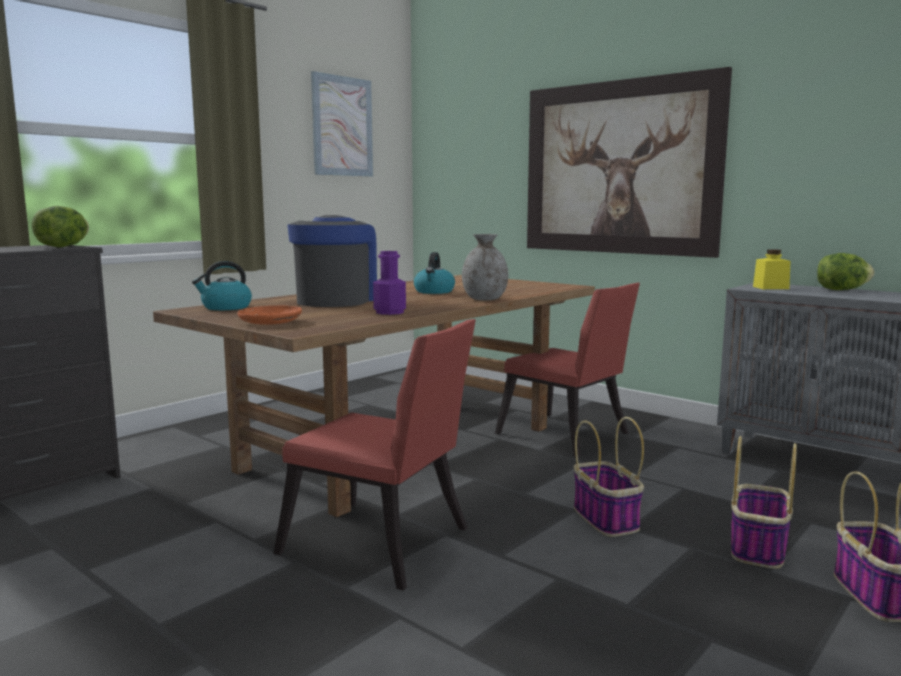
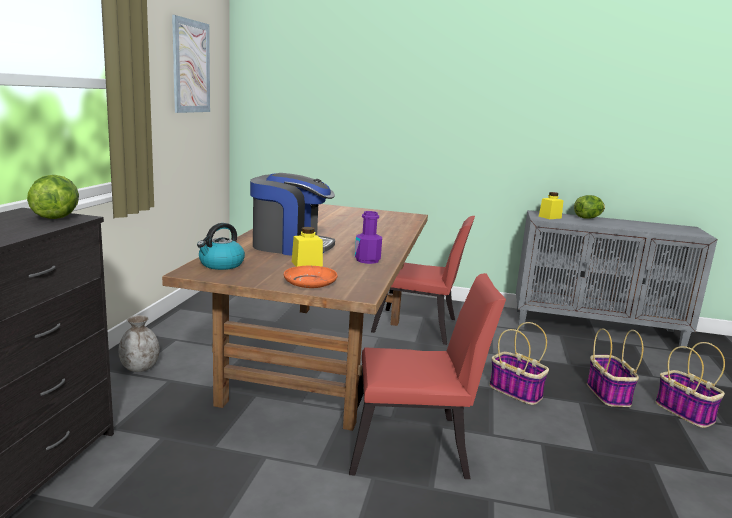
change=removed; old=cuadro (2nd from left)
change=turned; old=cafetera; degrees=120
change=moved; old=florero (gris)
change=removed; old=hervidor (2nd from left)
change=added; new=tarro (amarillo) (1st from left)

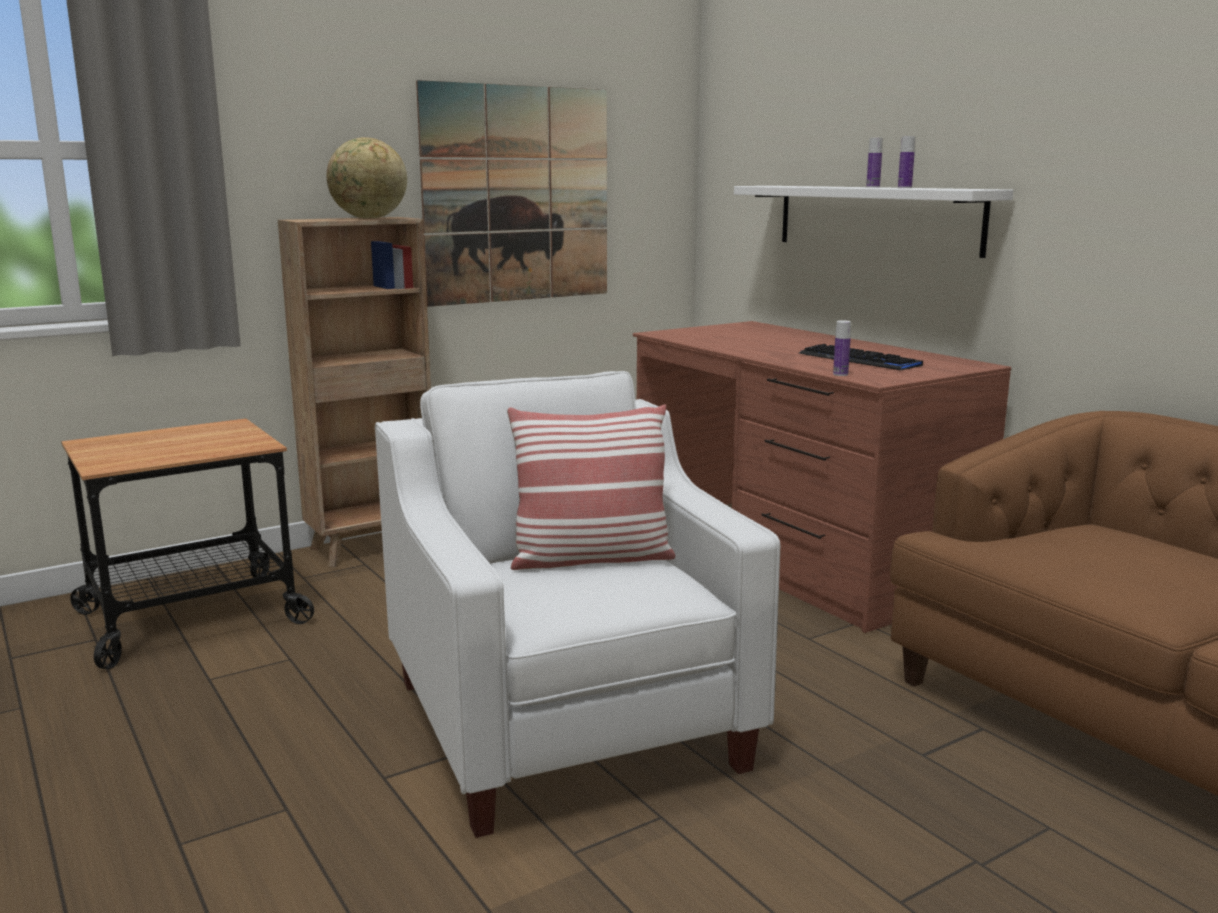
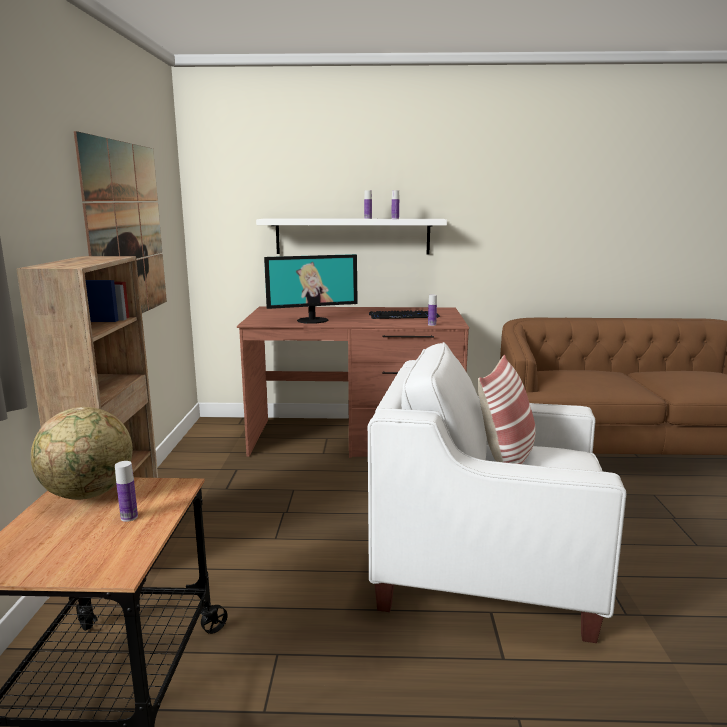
change=moved; old=globo terráqueo
change=added; new=monitor
change=added; new=botella (1st from left)

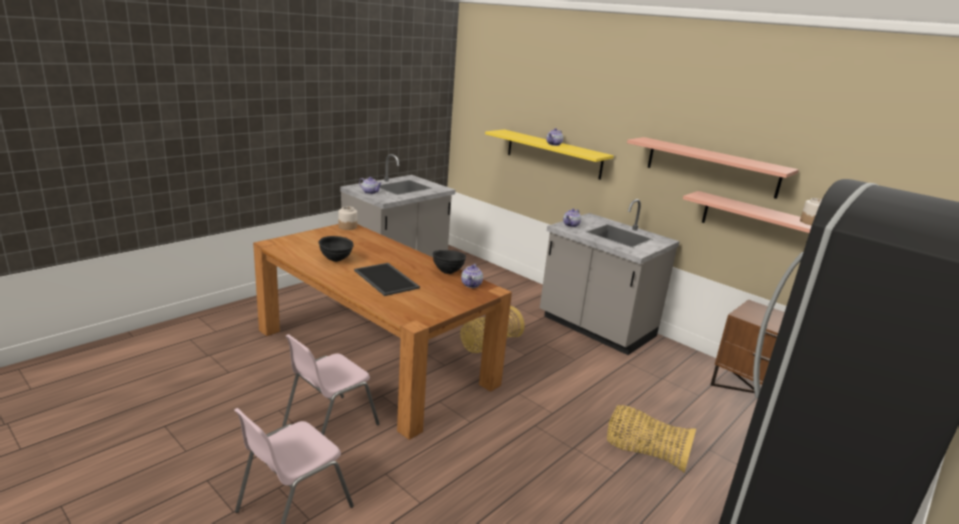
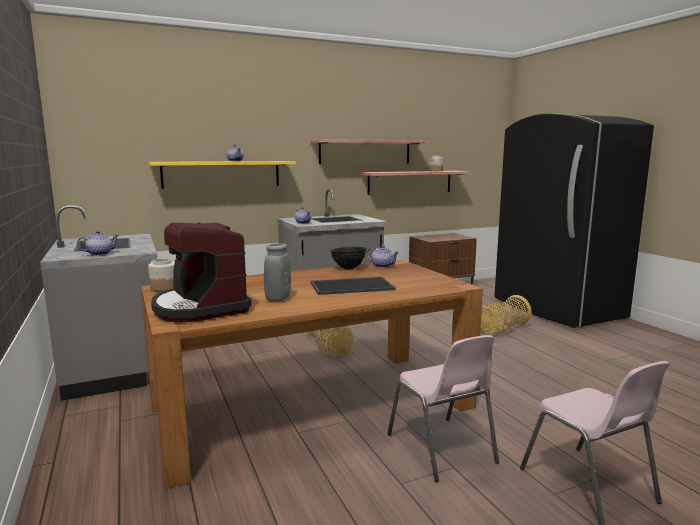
change=replaced; old=cuenco (negro) (1st from left); new=florero (gris)
change=added; new=cafetera

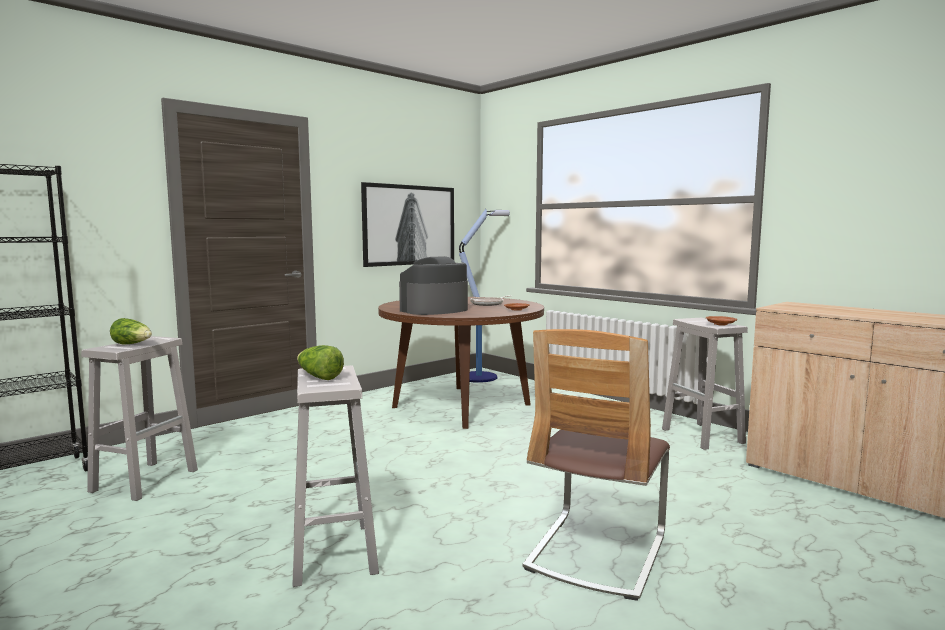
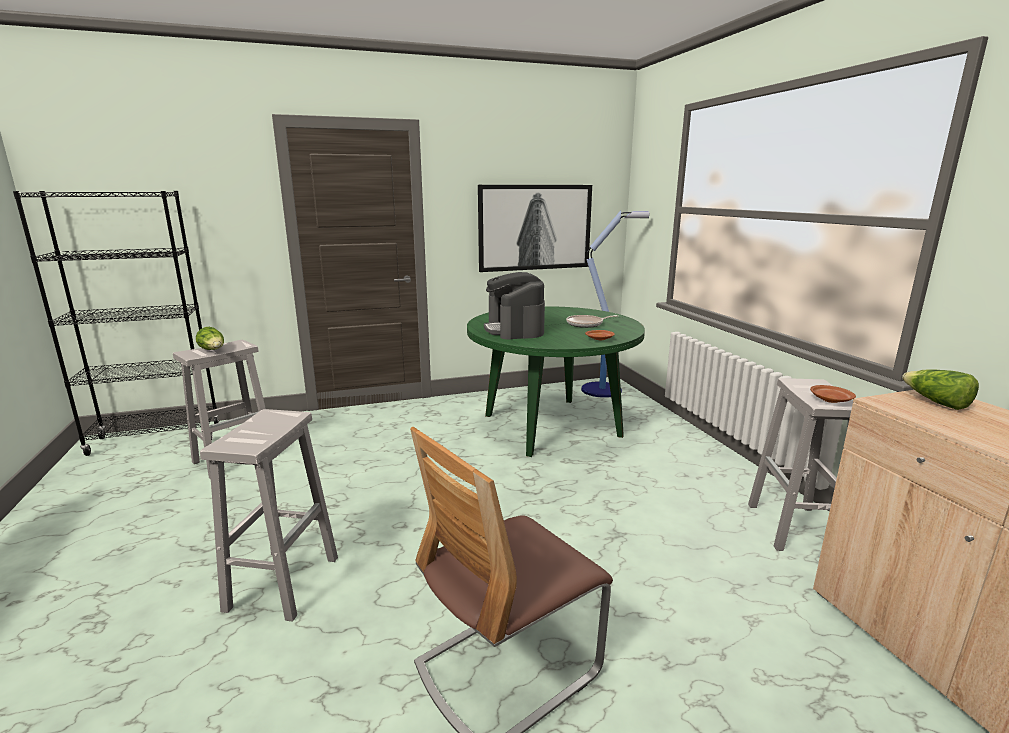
change=turned; old=cafetera; degrees=-90
change=recoloured; old=mesa de comedor (marrón); new=mesa de comedor (verde)
change=moved; old=lechuga (2nd from left)

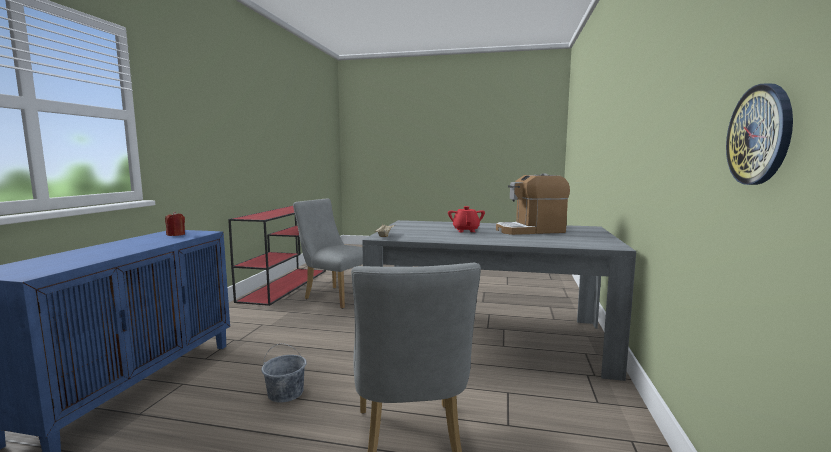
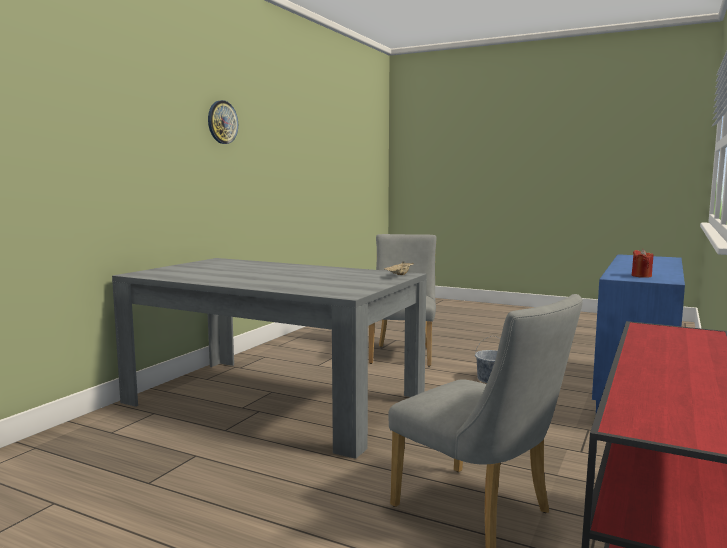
change=moved; old=reloj de pared
change=removed; old=cafetera
change=removed; old=tetera (rojo)

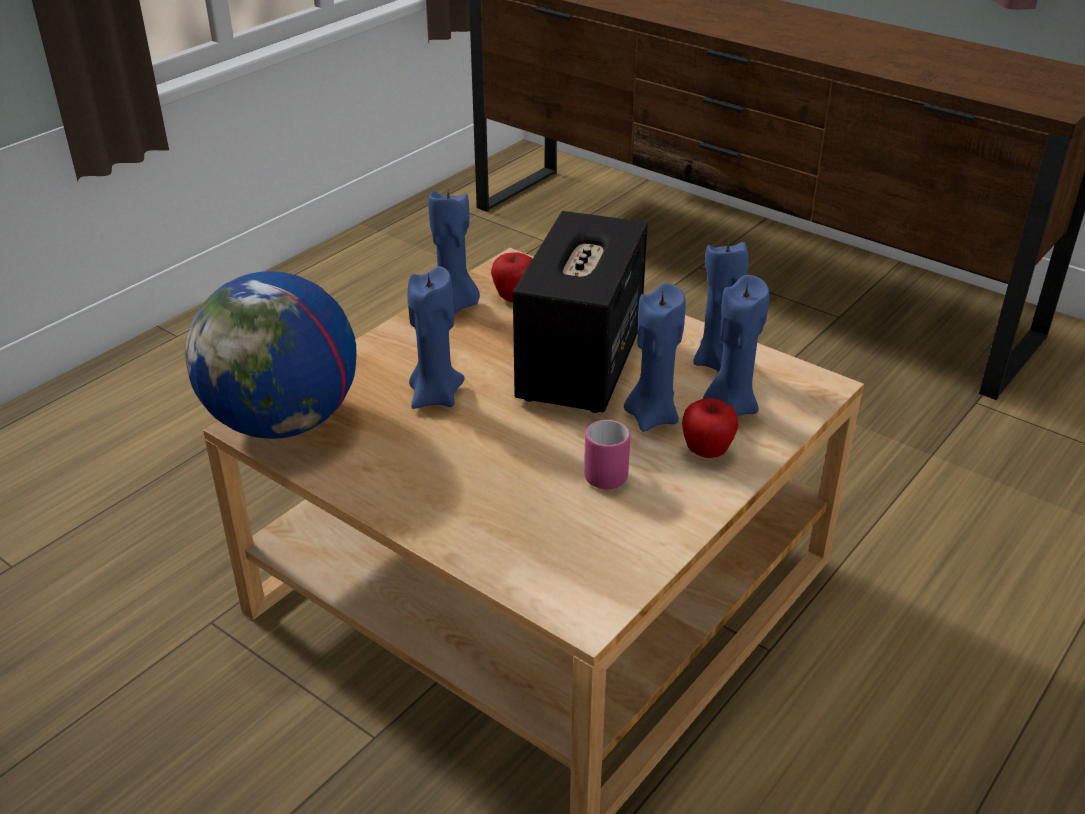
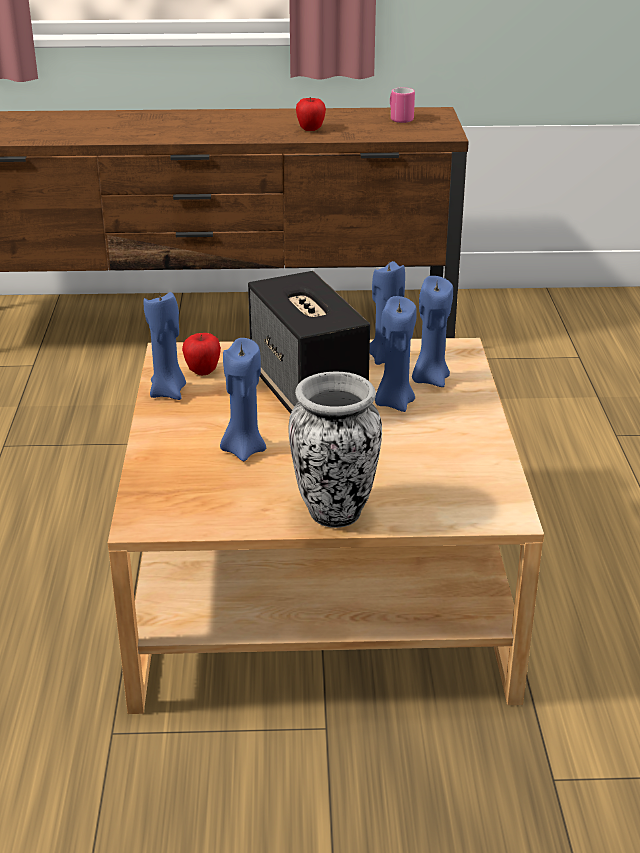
change=removed; old=globo terráqueo
change=moved; old=manzana (2nd from left)
change=moved; old=taza grande (rosa)
change=added; new=florero

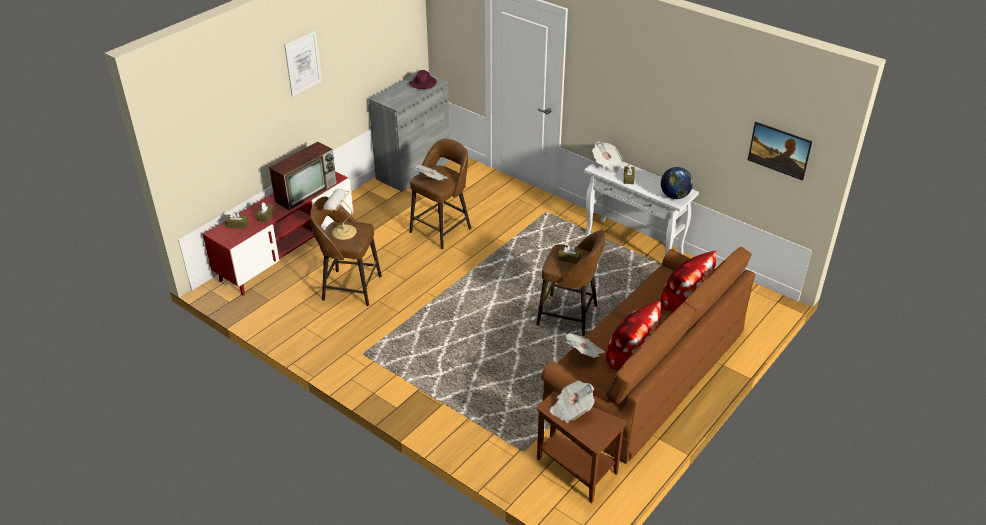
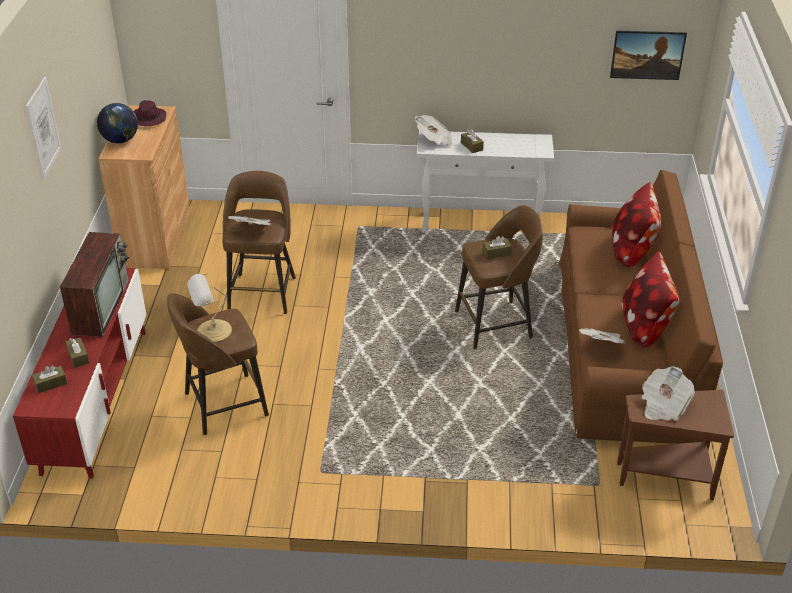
change=recoloured; old=armario (gris); new=armario (marrón)
change=moved; old=globo terráqueo

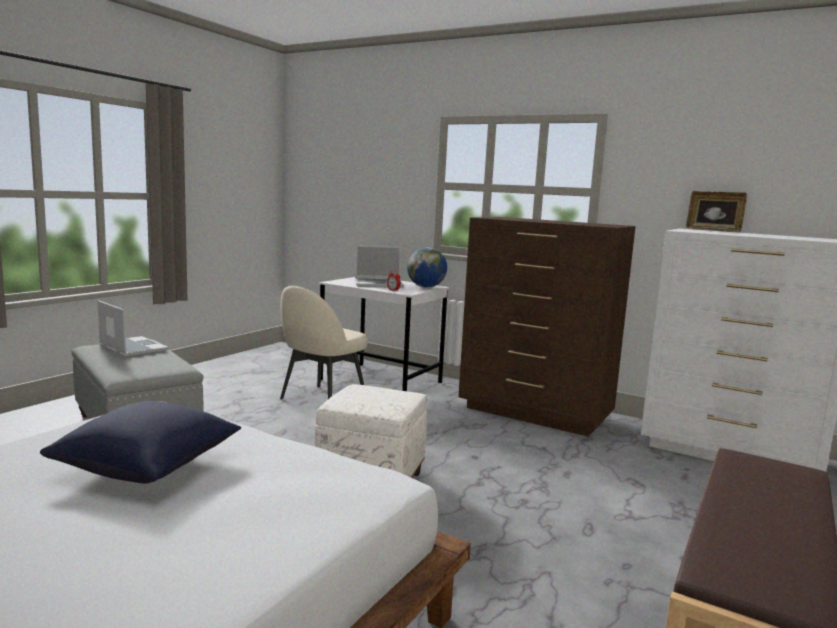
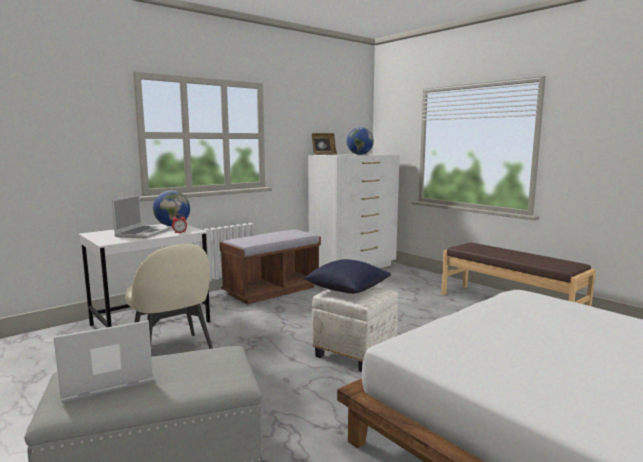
change=replaced; old=cómoda (marrón); new=banco (marrón) (1st from left)
change=moved; old=cojín (azul)
change=added; new=globo terráqueo (2nd from left)

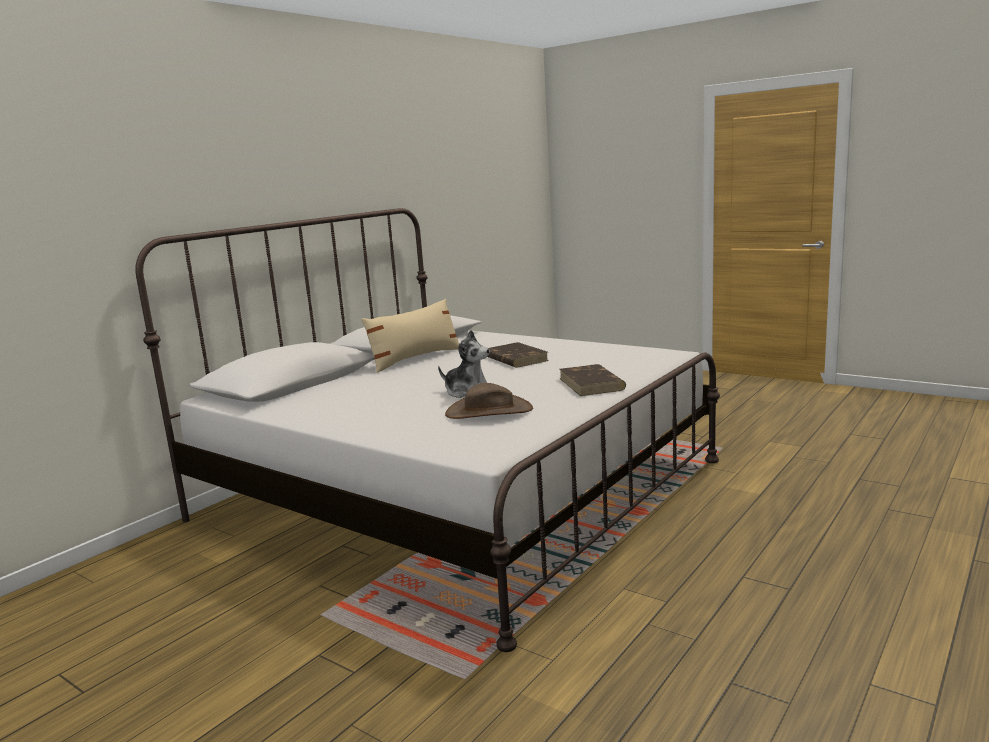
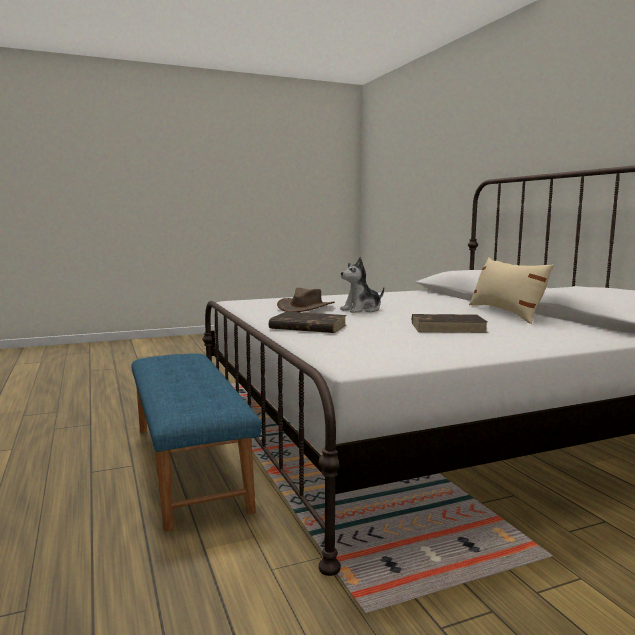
change=added; new=banco (azul)

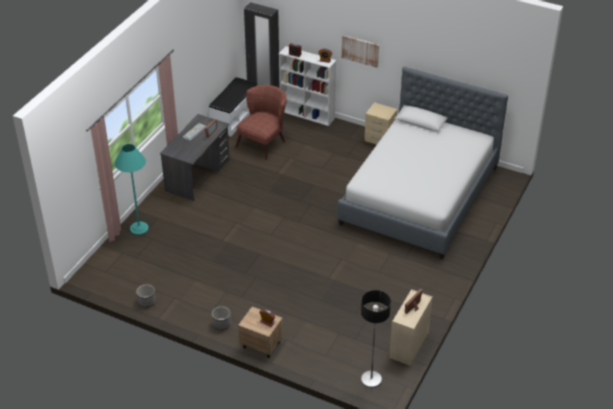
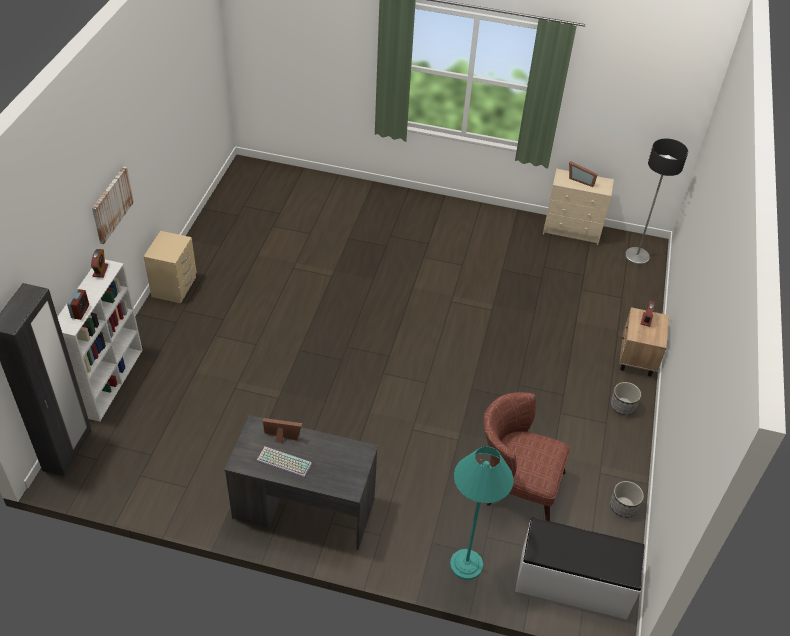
change=removed; old=cama
change=moved; old=banco (blanco)
change=moved; old=sillón (marrón)

